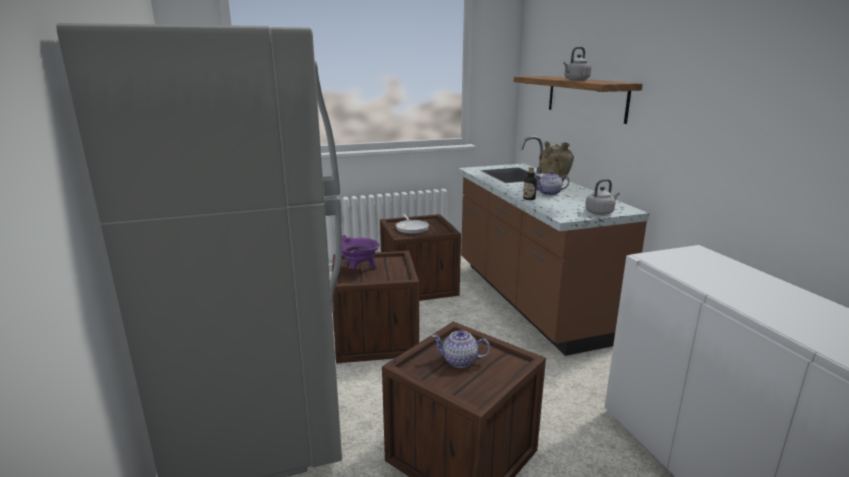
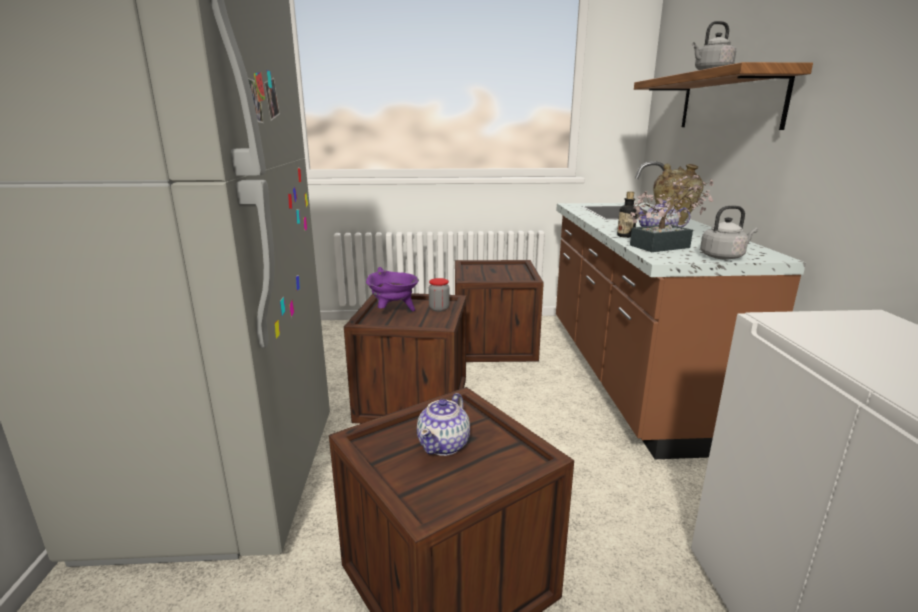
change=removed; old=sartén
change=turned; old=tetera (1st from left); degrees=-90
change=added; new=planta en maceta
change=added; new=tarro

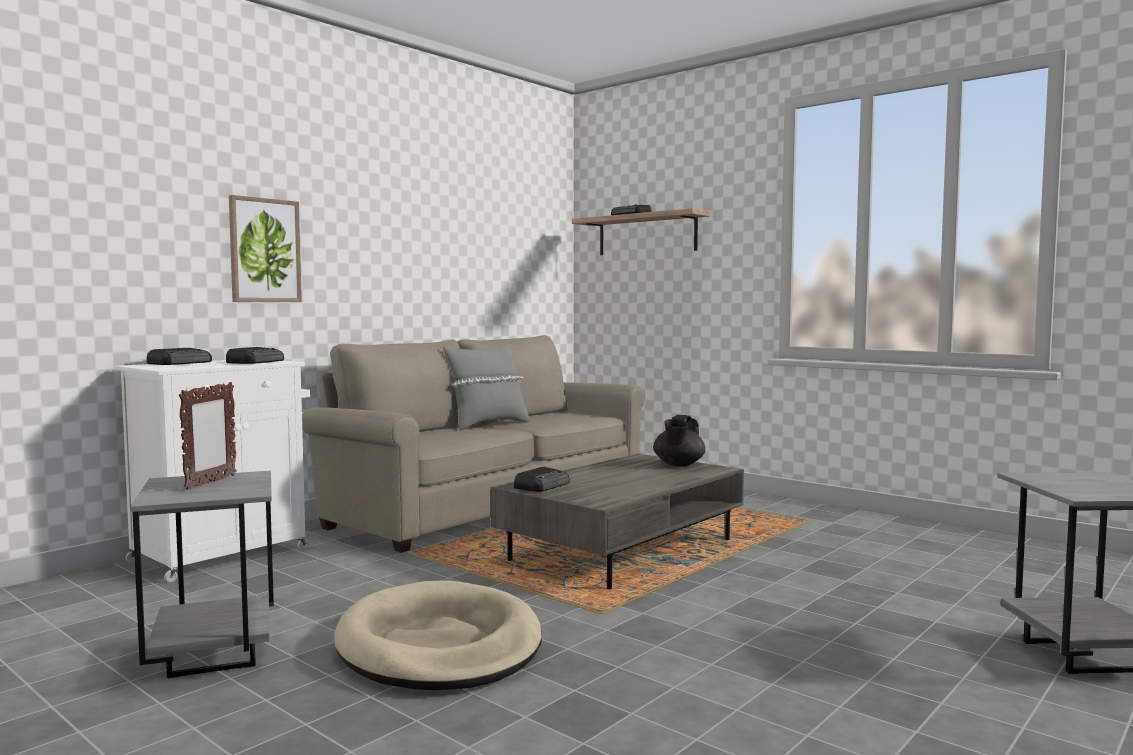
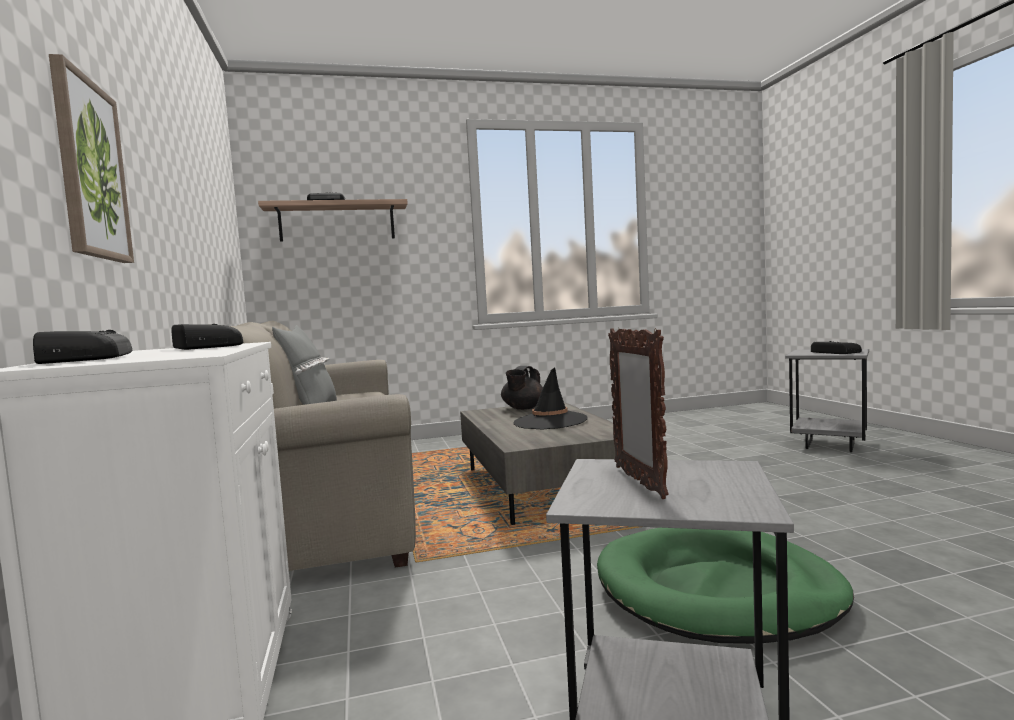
change=turned; old=portarretratos; degrees=-150
change=turned; old=tetera (negro); degrees=60
change=moved; old=radio (3rd from left in the first image); new=radio (4th from left)
change=recoloured; old=cama para perro (beis); new=cama para perro (verde)
change=added; new=sombrero (negro)

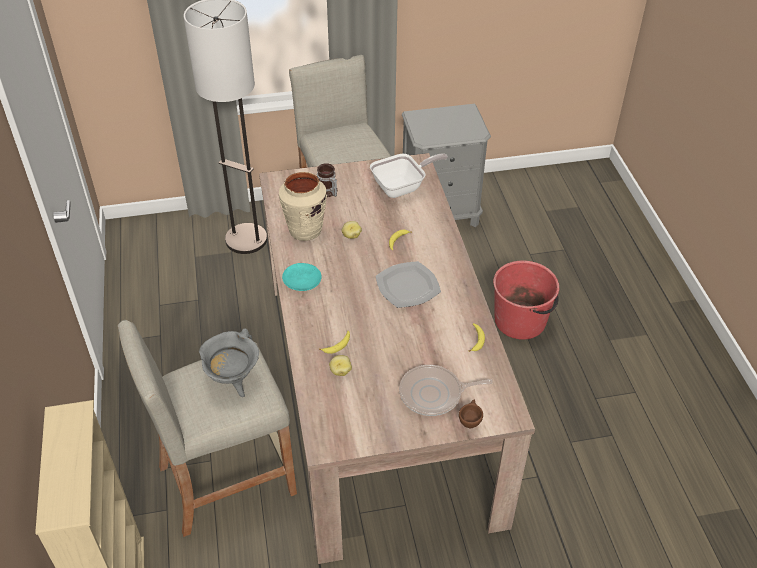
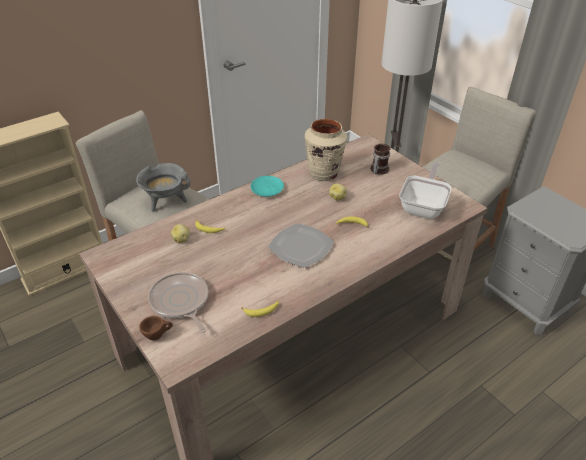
change=turned; old=sartén (1st from left in the first image); degrees=-105
change=removed; old=cubo (rojo)

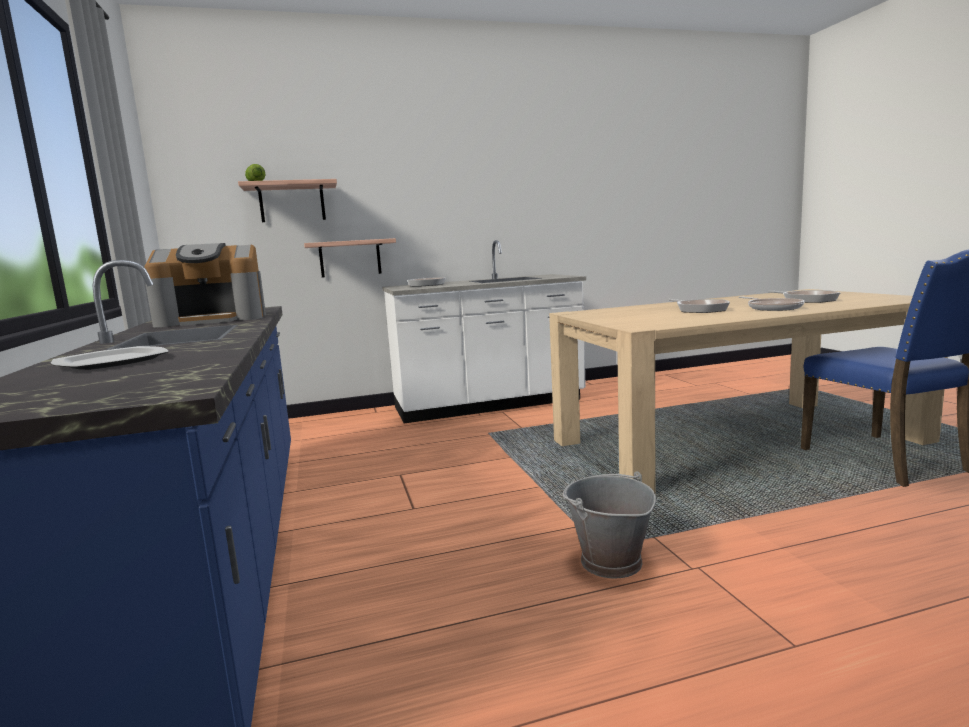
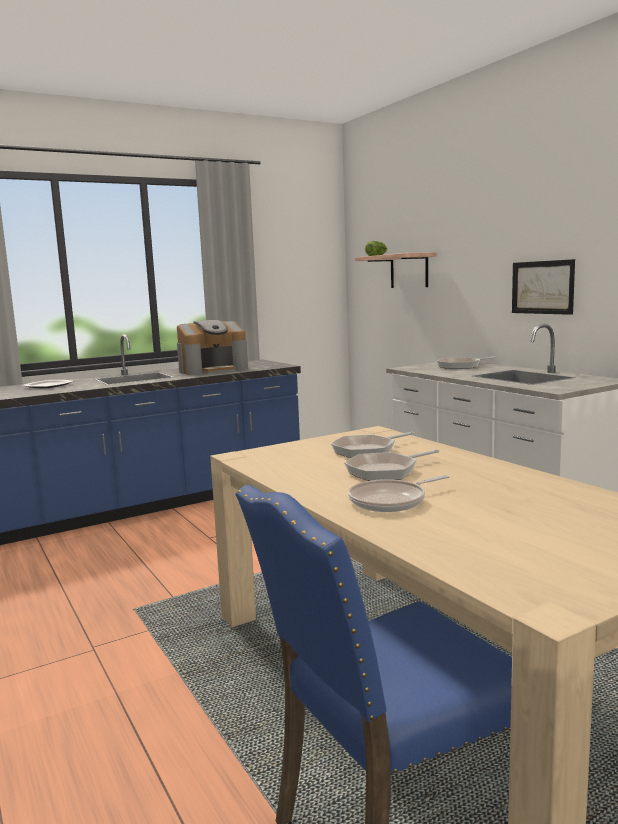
change=removed; old=estante (2nd from left)
change=turned; old=cafetera; degrees=-90
change=moved; old=sartén (4th from left in the first image); new=sartén (1st from left)
change=removed; old=cubo (gris)
change=added; new=cuadro

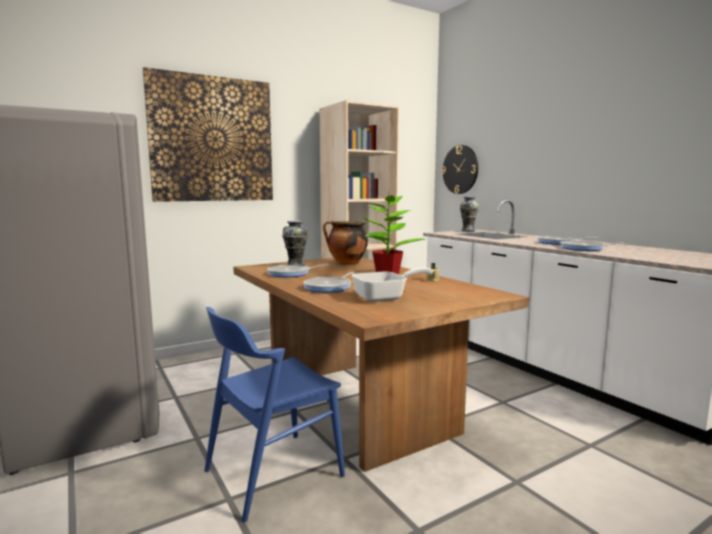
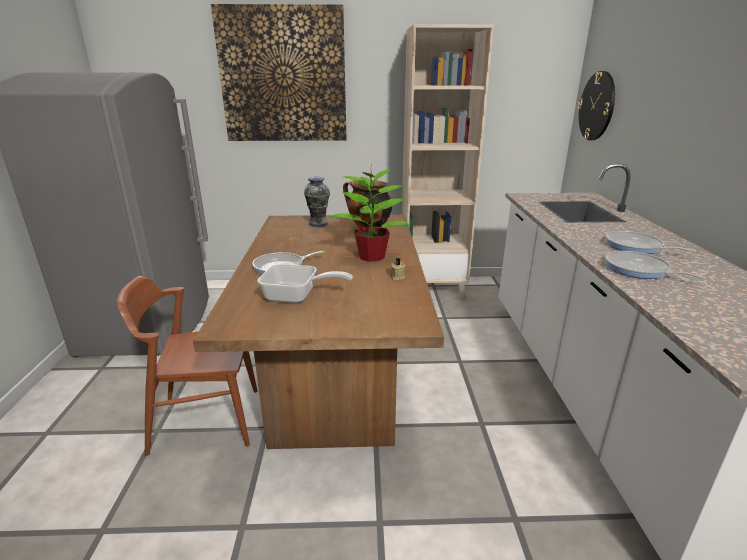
change=removed; old=florero (2nd from left)
change=removed; old=sartén (1st from left)
change=recoloured; old=silla (azul); new=silla (marrón)

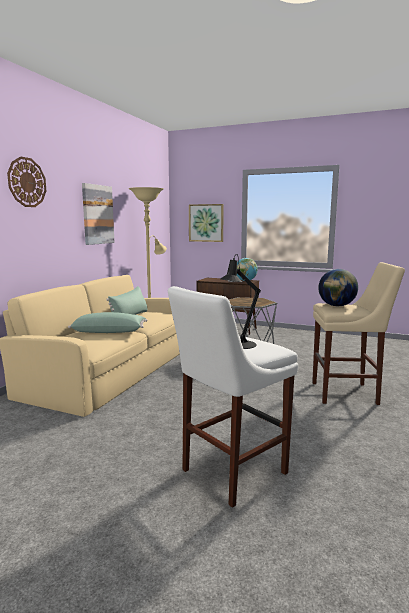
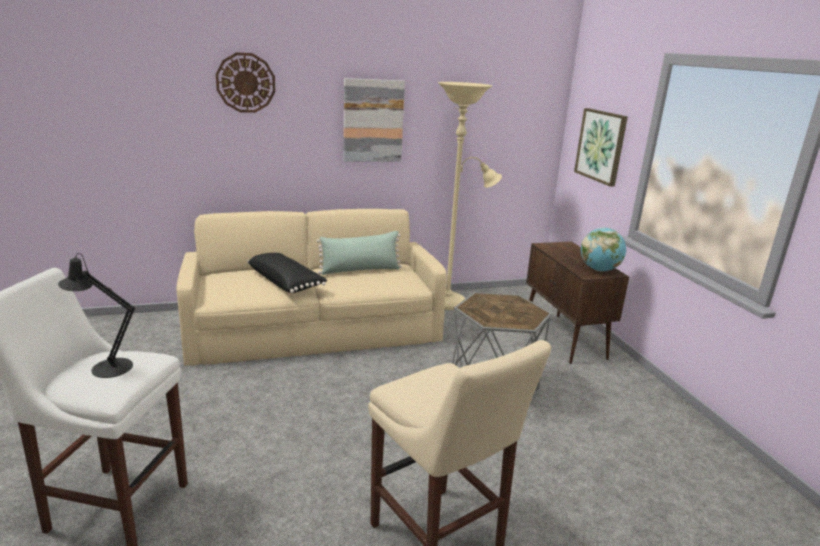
change=removed; old=globo terráqueo (2nd from left)
change=recoloured; old=cojín (verde) (1st from left); new=cojín (negro)

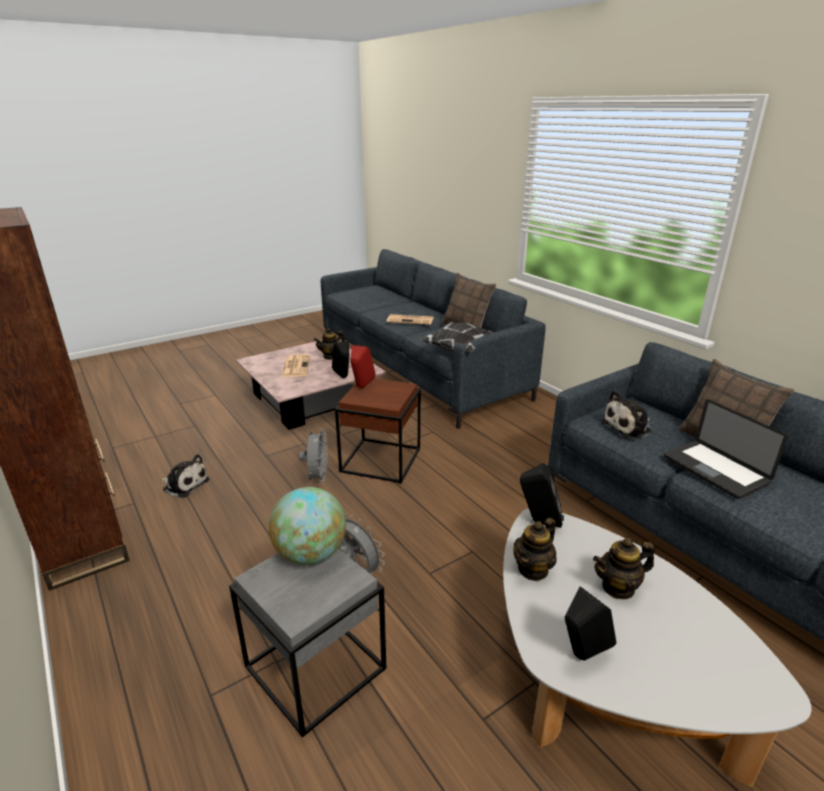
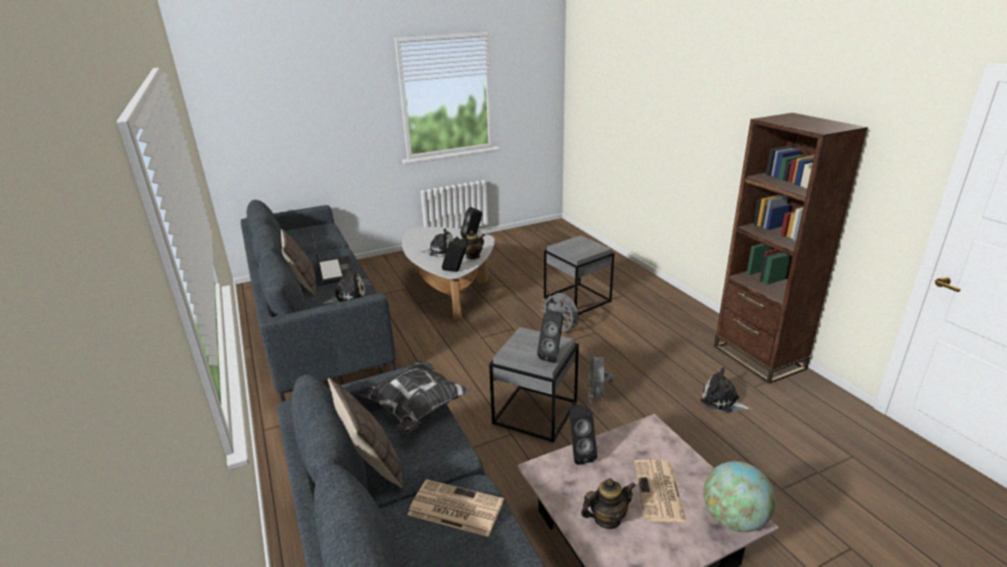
change=recoloured; old=altavoz (rojo); new=altavoz (negro) (3rd from left)
change=recoloured; old=mesa auxiliar (marrón); new=mesa auxiliar (gris) (1st from left)
change=moved; old=globo terráqueo
change=replaced; old=tetera (3rd from left); new=peluche (2nd from left)

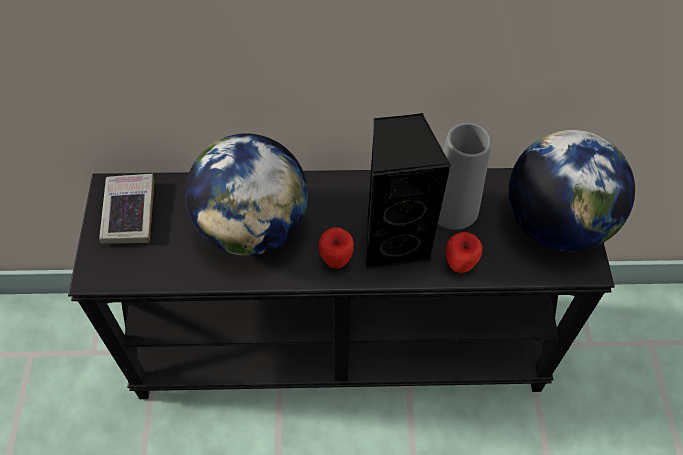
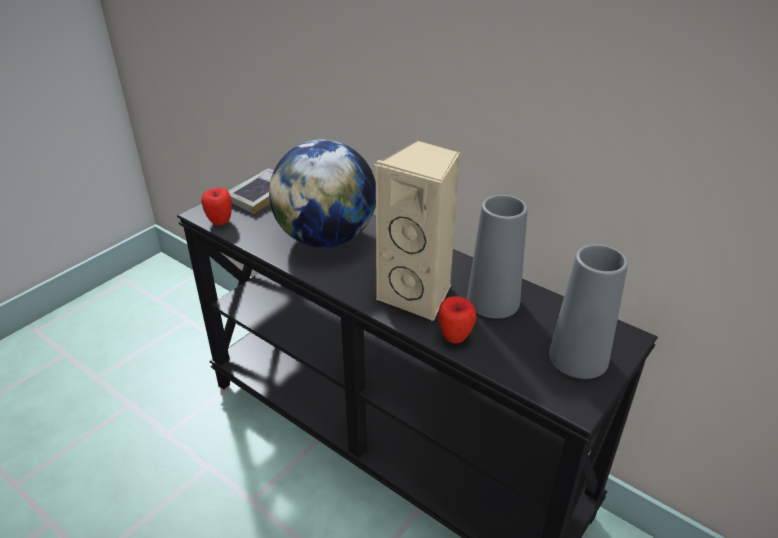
change=recoloured; old=altavoz (negro); new=altavoz (beis)
change=replaced; old=globo terráqueo (2nd from left); new=florero (gris) (2nd from left)
change=moved; old=manzana (1st from left)

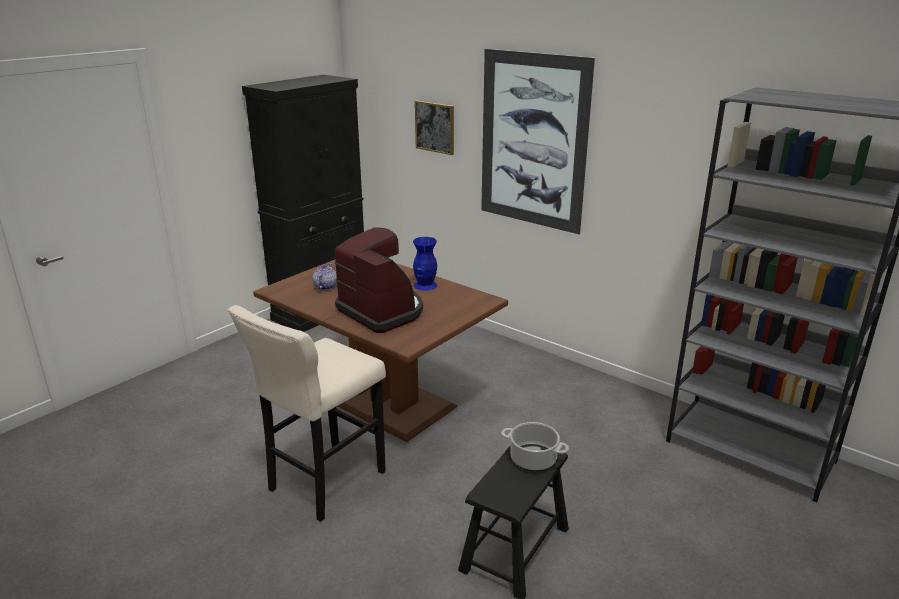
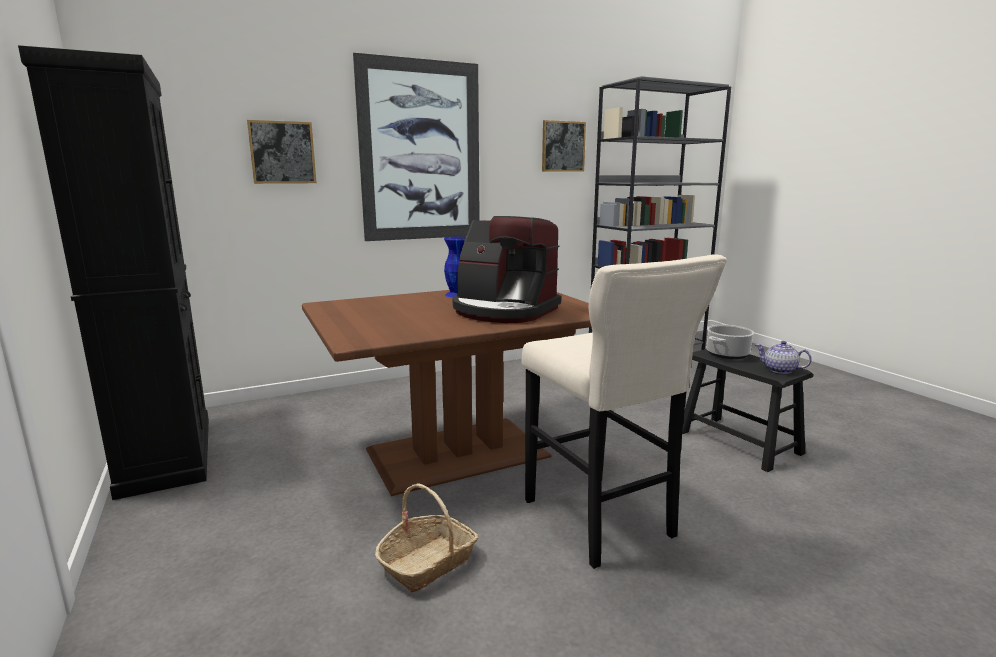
change=turned; old=cafetera; degrees=-135
change=moved; old=tetera
change=added; new=cuadro (3rd from left)
change=added; new=cesta

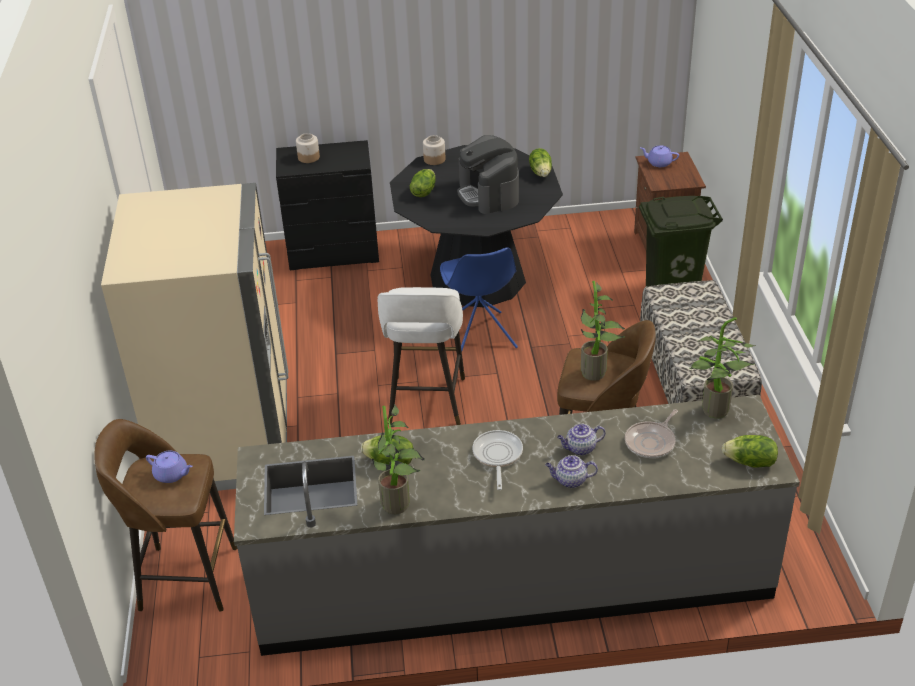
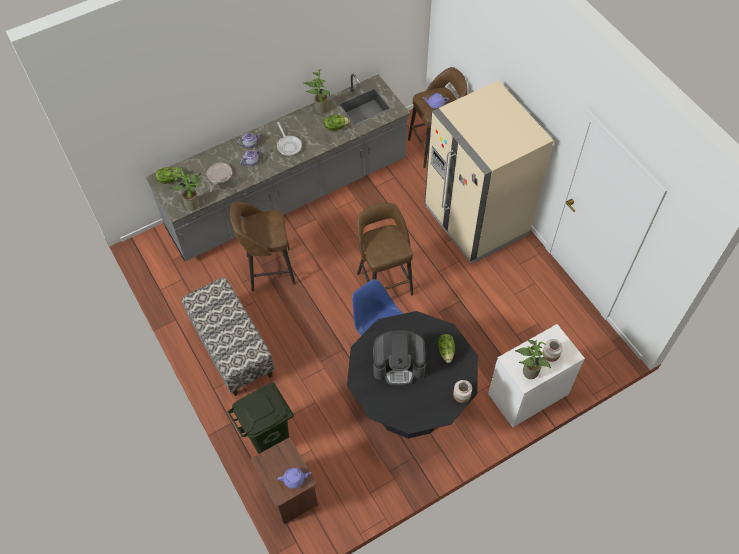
change=turned; old=cafetera; degrees=135
change=recoloured; old=cómoda (negro); new=cómoda (blanco)
change=removed; old=lechuga (3rd from left)
change=moved; old=planta en maceta (2nd from left in the first image); new=planta en maceta (3rd from left)
change=recoloured; old=taburete (blanco); new=taburete (marrón) (2nd from left)

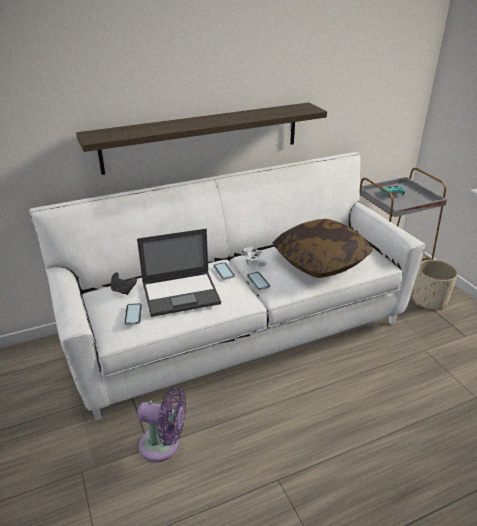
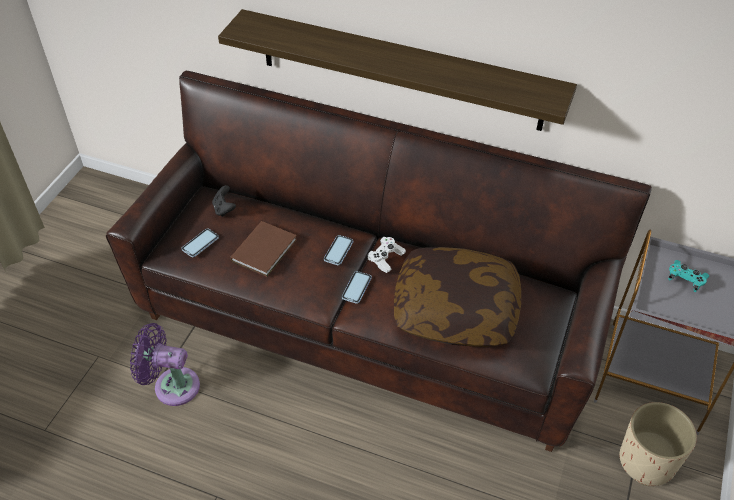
change=recoloured; old=sofá (blanco); new=sofá (marrón)
change=replaced; old=portátil; new=libro (marrón)
change=turned; old=ventilador (morado); degrees=135

